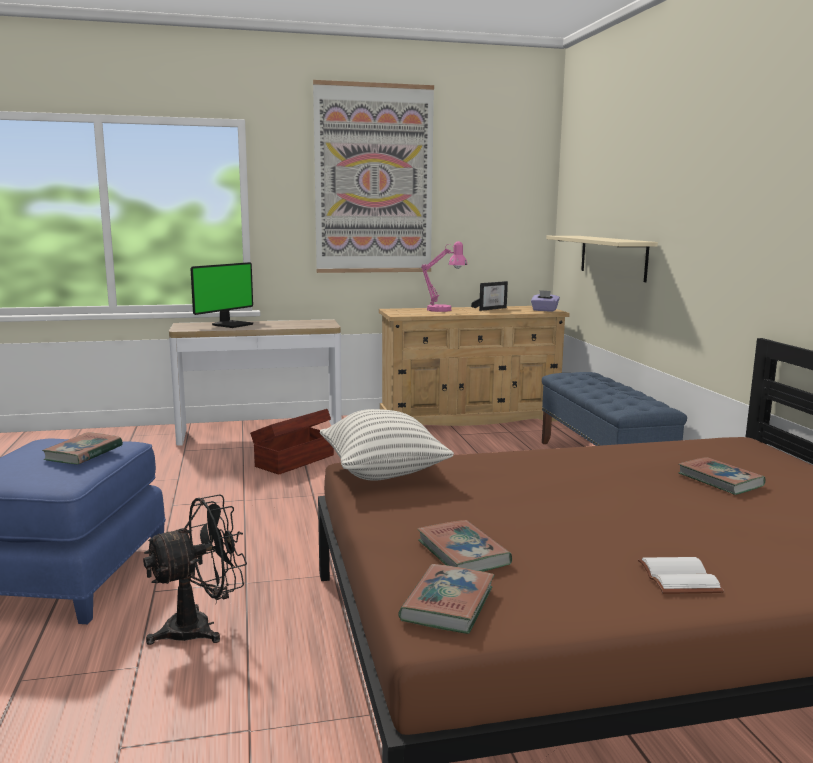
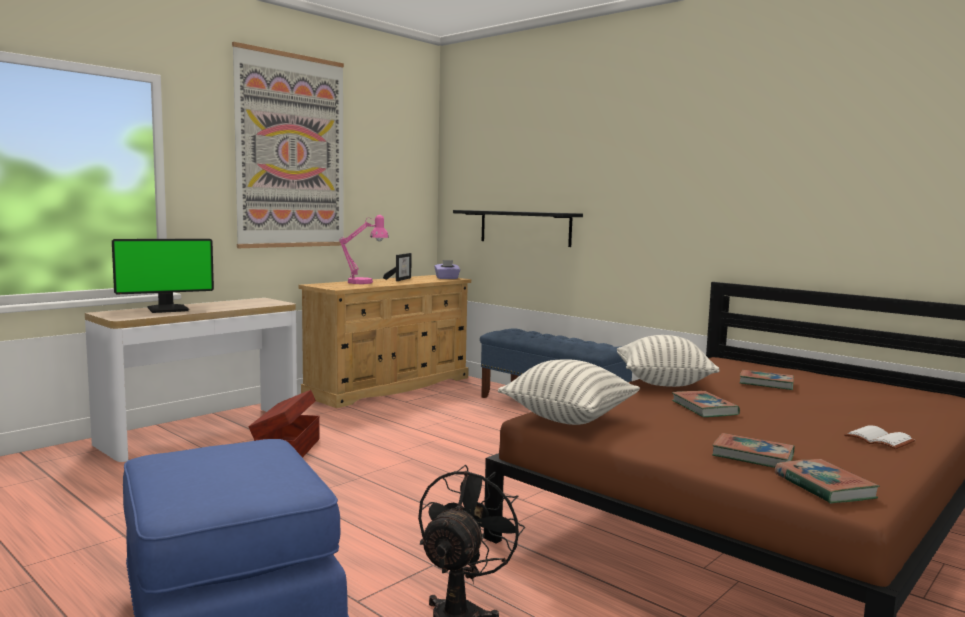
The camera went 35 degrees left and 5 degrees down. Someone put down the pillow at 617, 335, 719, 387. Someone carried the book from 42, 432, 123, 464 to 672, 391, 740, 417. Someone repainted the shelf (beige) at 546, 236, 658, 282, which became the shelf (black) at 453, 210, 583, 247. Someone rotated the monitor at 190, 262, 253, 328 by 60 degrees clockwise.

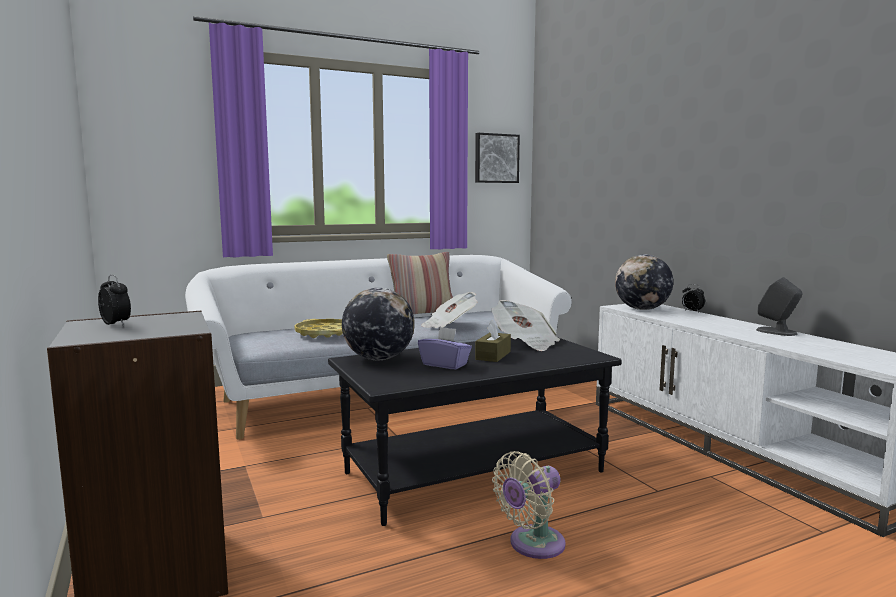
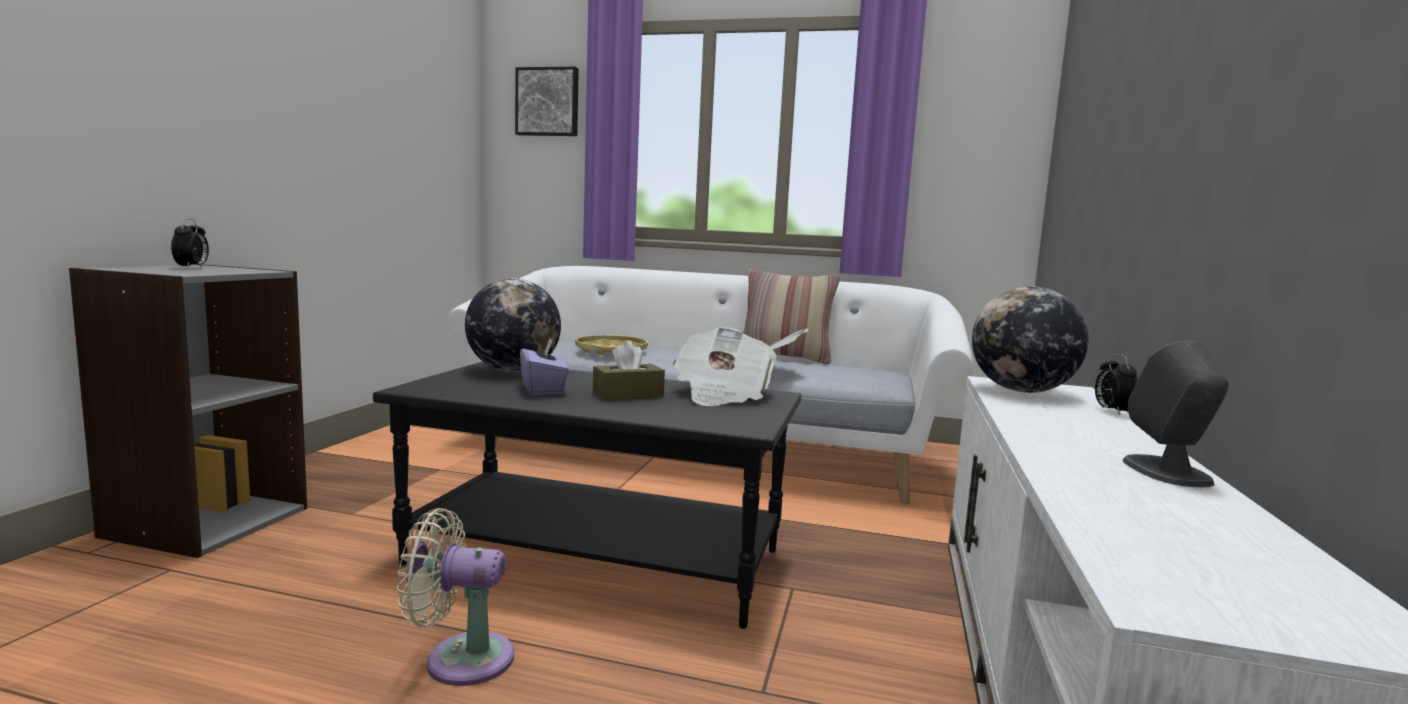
The camera went 40 degrees right and 0 degrees up. Someone carried the picture from 475, 133, 520, 183 to 515, 67, 579, 136.

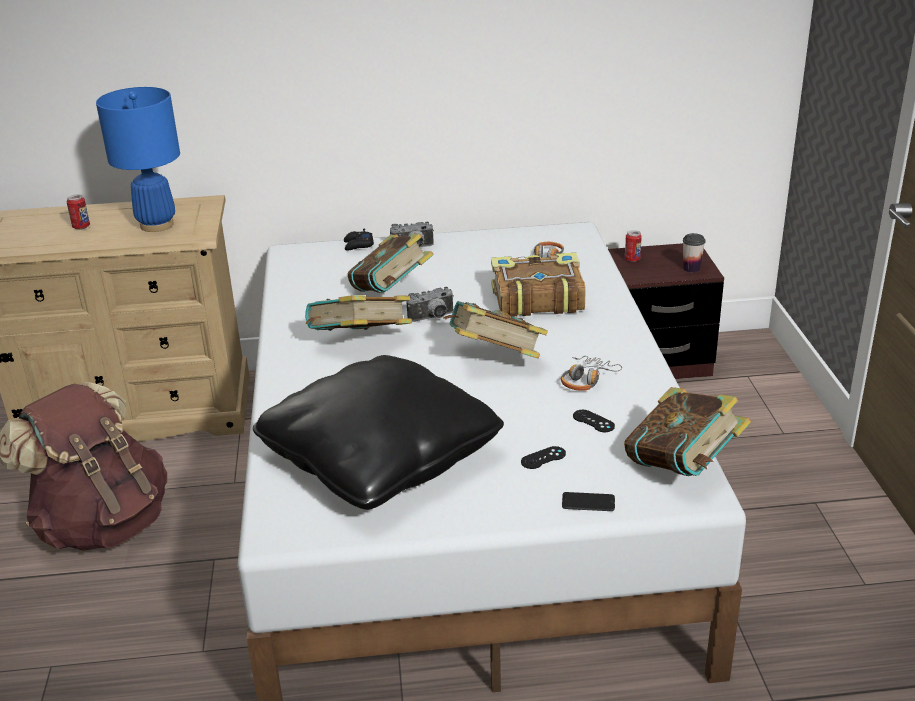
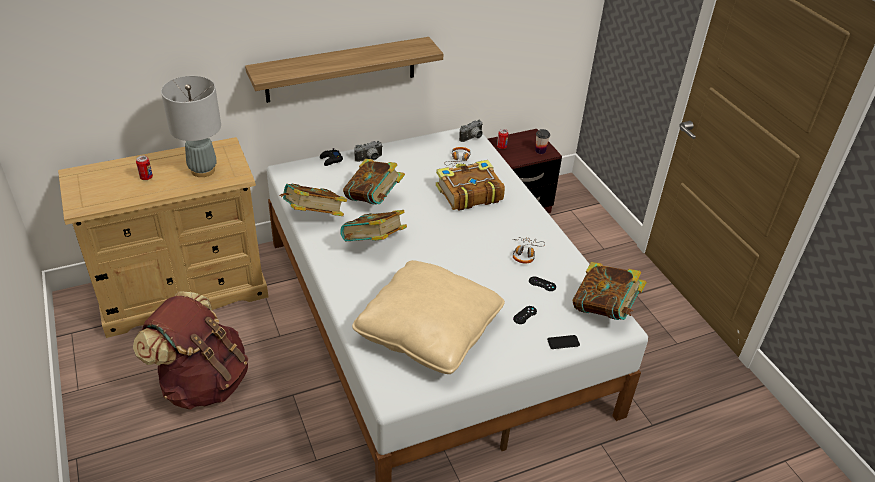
The camera went 20 degrees left and 10 degrees up. Someone put up the shelf at 245, 37, 443, 103. Someone carried the photo camera from 407, 287, 454, 322 to 459, 120, 483, 142. Someone carried the book from 444, 301, 548, 358 to 279, 184, 347, 216. Someone repainted the table lamp (blue) at 96, 87, 180, 232, which became the table lamp (grey) at 161, 76, 221, 177. Someone repainted the pillow (black) at 253, 355, 504, 510, which became the pillow (beige) at 352, 260, 505, 374.

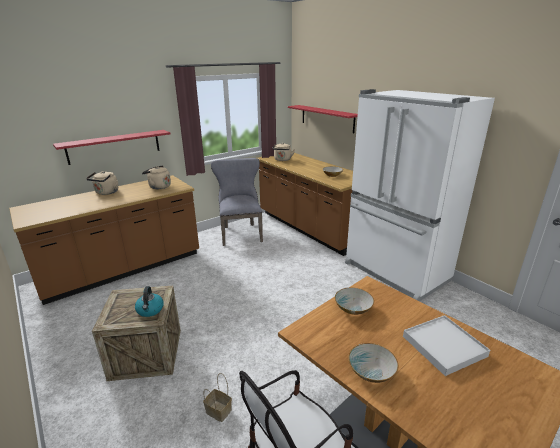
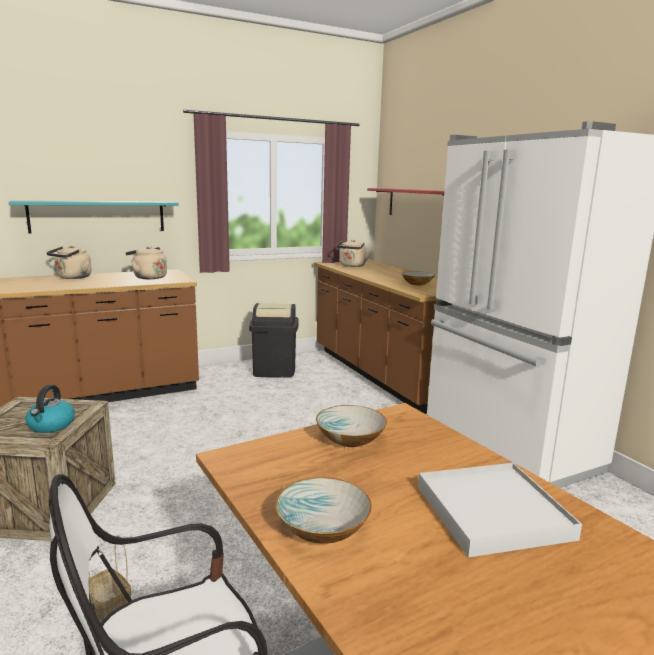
The camera went 10 degrees right and 10 degrees down. Someone swapped the chair (grey) at 211, 158, 263, 246 for the trash can (black) at 249, 303, 298, 378. Someone repainted the shelf (red) at 53, 130, 171, 165, which became the shelf (turquoise) at 9, 201, 179, 234.

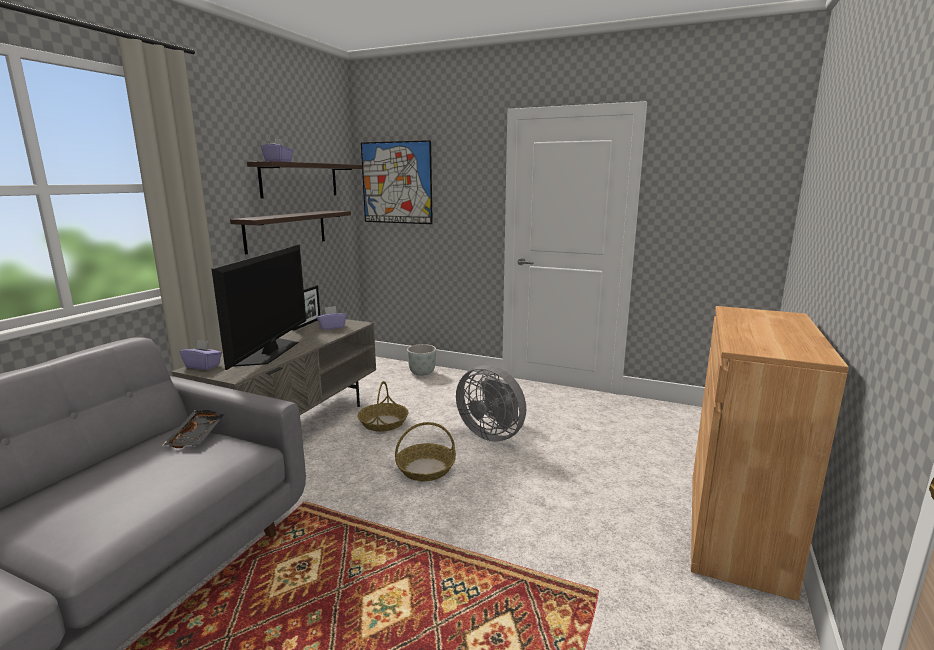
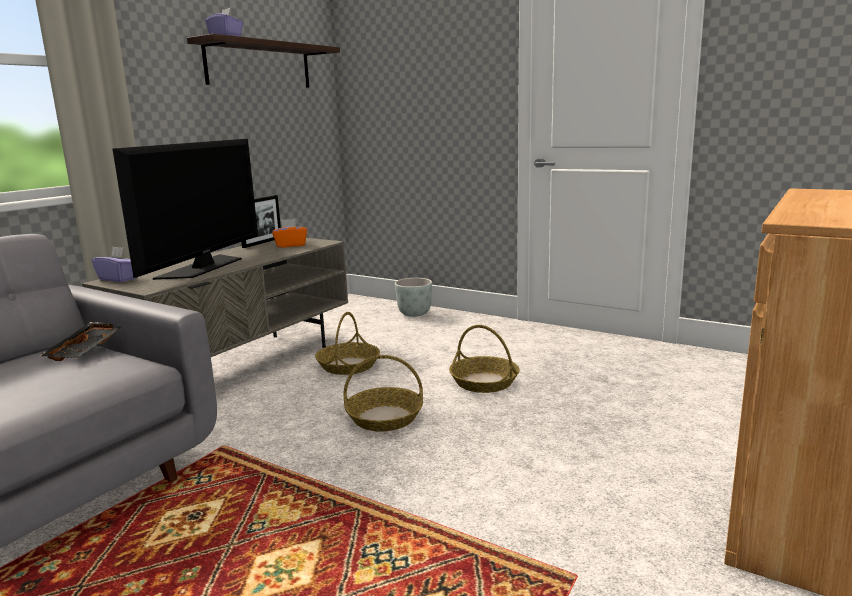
The camera went 10 degrees right and 0 degrees up. Someone took away the shelf at 230, 211, 351, 254. Someone took away the picture at 361, 140, 433, 224. Someone swapped the fan (grey) at 456, 365, 526, 442 for the basket at 449, 325, 519, 393. Someone repainted the tissue box (purple) at 317, 306, 346, 330, which became the tissue box (orange) at 272, 219, 307, 248.

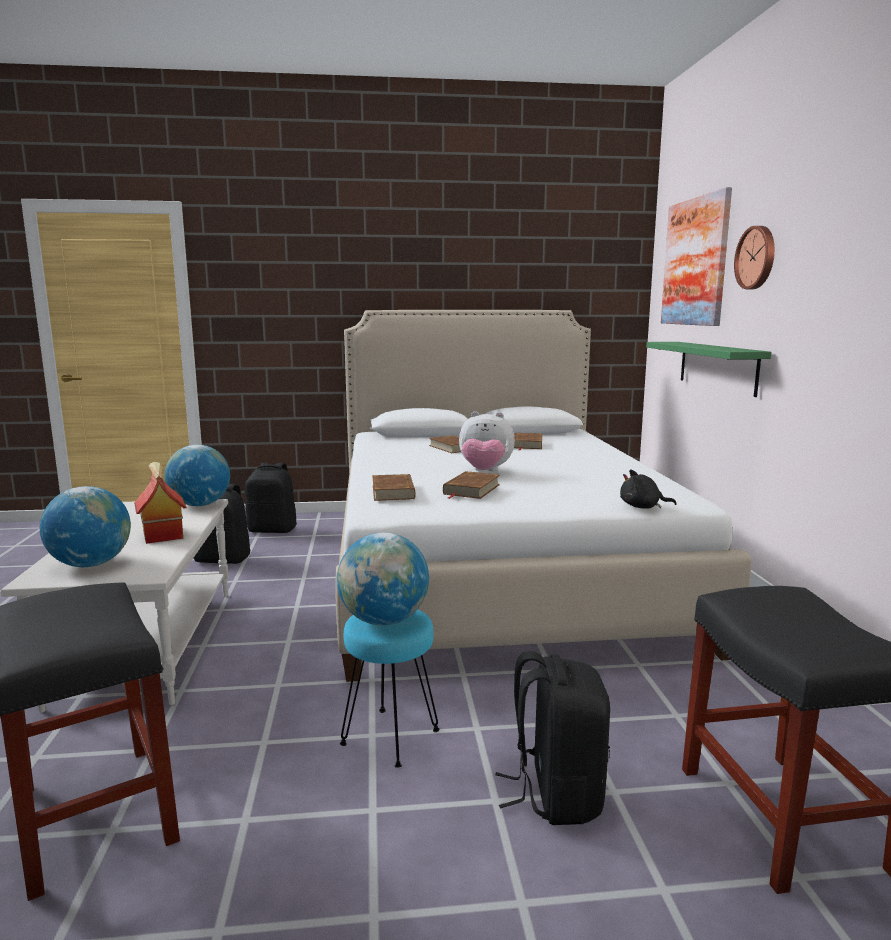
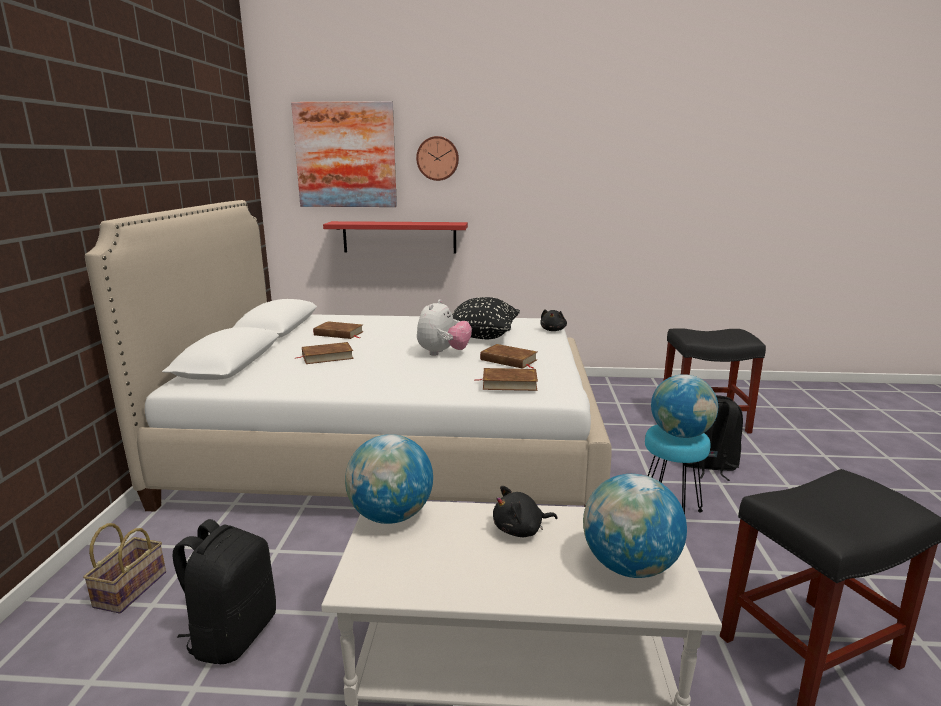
The camera went 80 degrees left and 5 degrees up. Someone put down the pillow (black) at 452, 297, 520, 339. Someone swapped the toy house at 134, 462, 187, 544 for the plush toy (black) at 493, 486, 558, 537. Someone swapped the backpack (black) at 245, 463, 297, 533 for the basket at 83, 523, 166, 614. Someone repainted the shelf (green) at 646, 342, 772, 397, which became the shelf (red) at 323, 221, 468, 254.

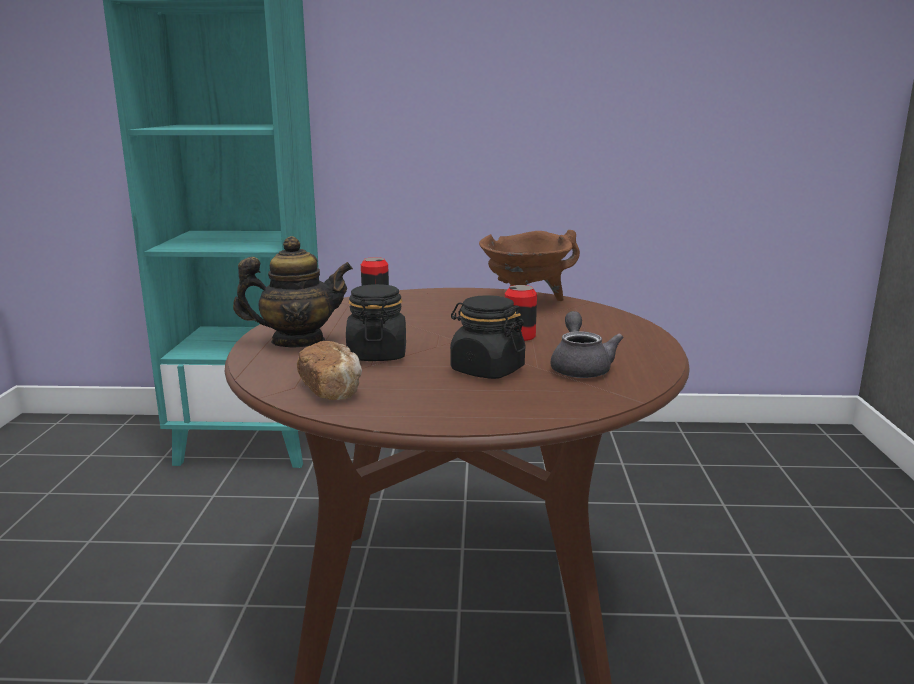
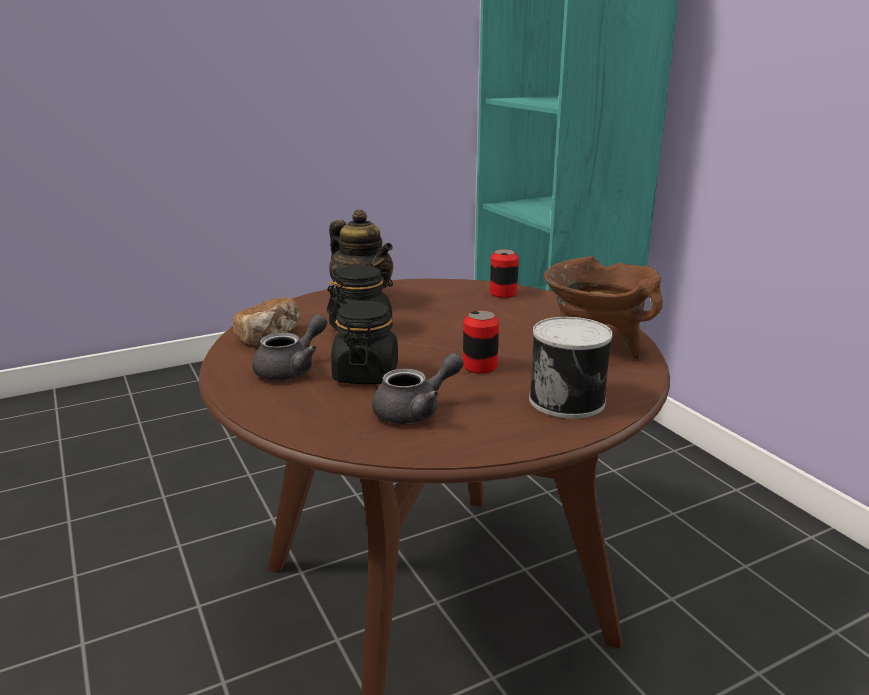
The camera went 60 degrees right and 5 degrees up. Someone put down the teapot (grey) at 252, 314, 327, 380. Someone put down the can at 529, 317, 613, 419.

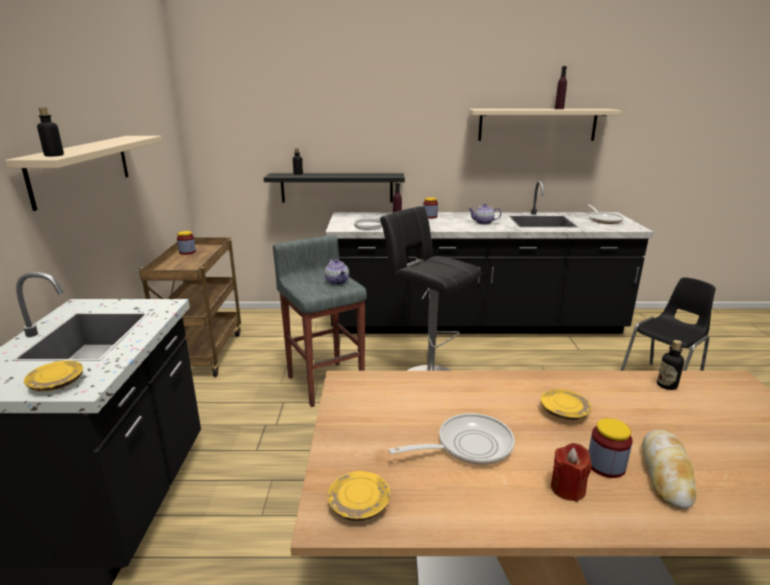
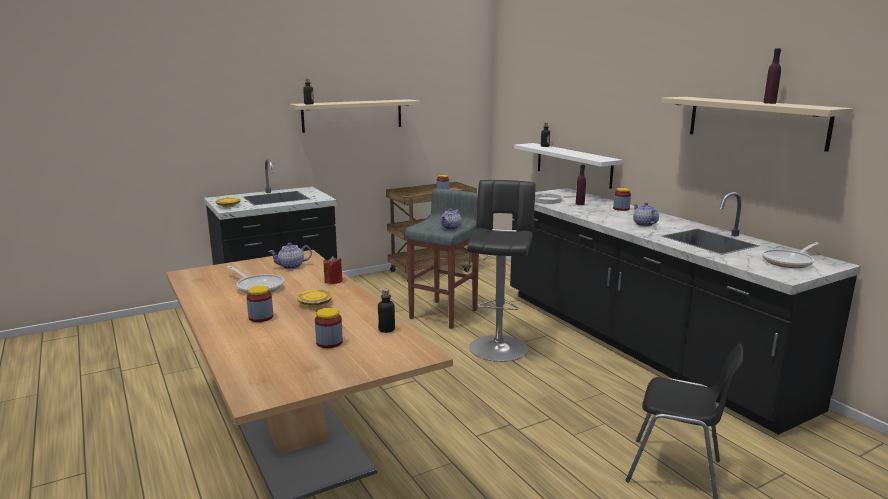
The camera went 60 degrees right and 5 degrees down. Someone took away the plate (yellow) at 328, 471, 390, 521. Someone took away the bread at 642, 430, 696, 509. Someone put down the teapot at 268, 243, 312, 269. Someone put down the jar at 315, 308, 343, 348. Someone carried the candle (red) from 551, 443, 591, 502 to 324, 256, 343, 284. Someone repainted the shelf (black) at 264, 173, 405, 202, which became the shelf (white) at 514, 143, 623, 189.

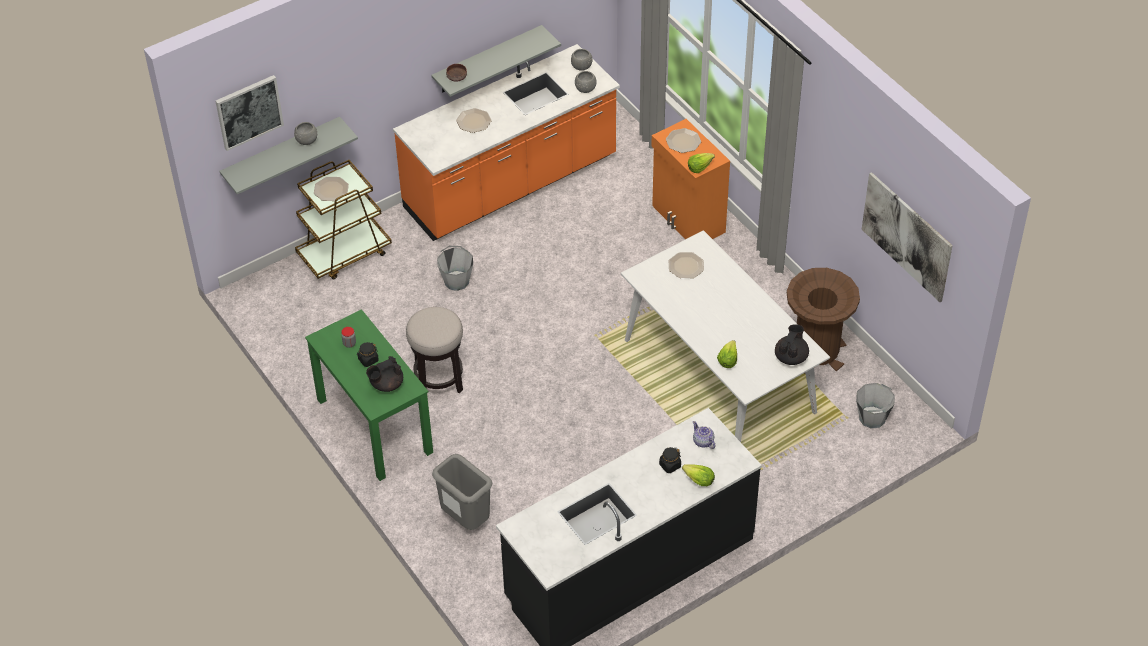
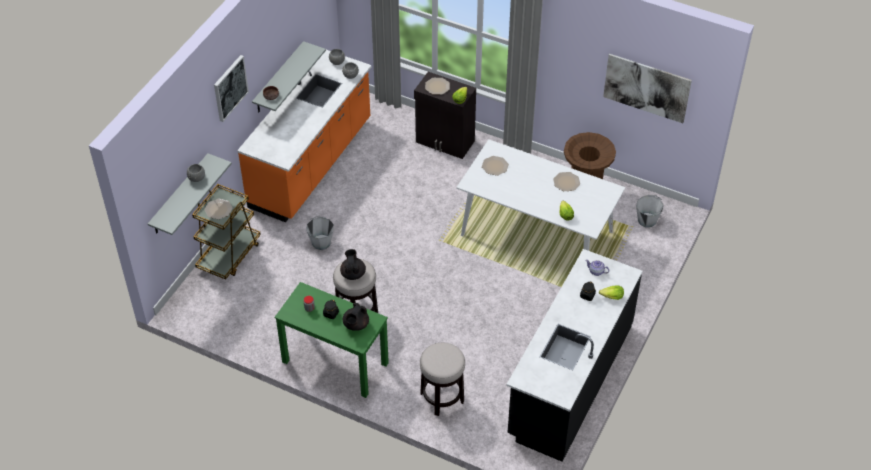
The camera went 30 degrees left and 0 degrees up. Someone carried the picture from 215, 75, 284, 151 to 214, 55, 249, 122. Someone carried the plate from 456, 108, 492, 133 to 553, 172, 580, 191. Someone carried the teapot (black) from 775, 324, 809, 365 to 340, 249, 366, 280. Someone swapped the trash can (grey) at 432, 454, 492, 530 for the stool at 420, 343, 465, 416. Someone repainted the cabinet (orange) at 651, 119, 730, 239, which became the cabinet (black) at 414, 72, 476, 159.

